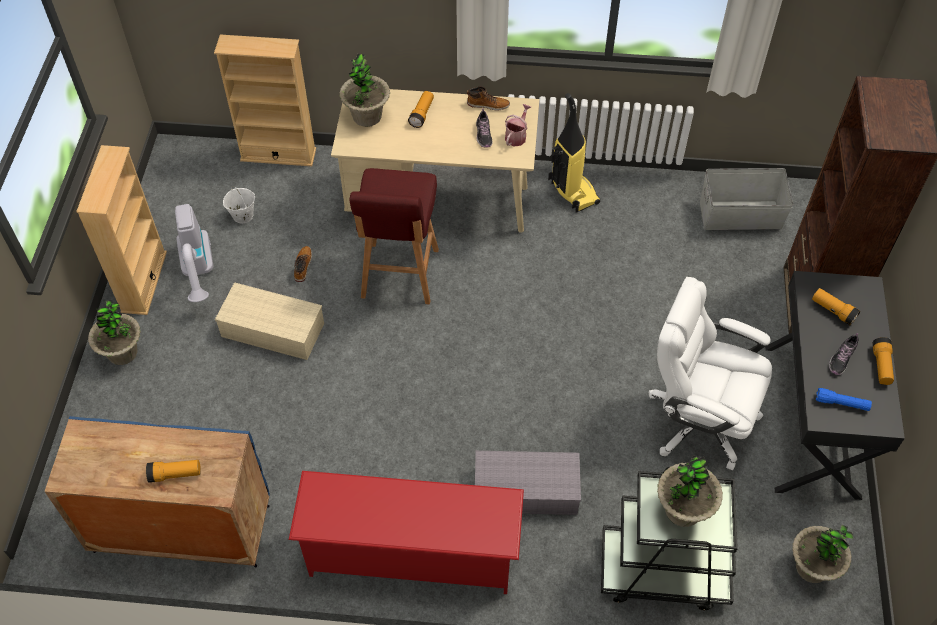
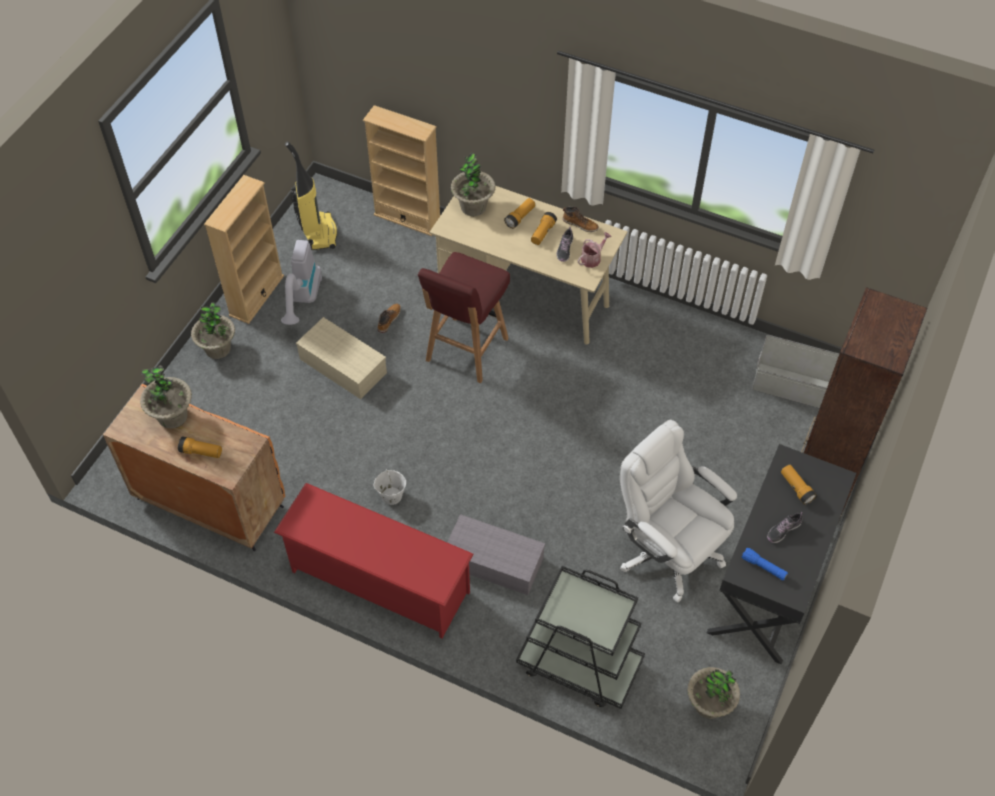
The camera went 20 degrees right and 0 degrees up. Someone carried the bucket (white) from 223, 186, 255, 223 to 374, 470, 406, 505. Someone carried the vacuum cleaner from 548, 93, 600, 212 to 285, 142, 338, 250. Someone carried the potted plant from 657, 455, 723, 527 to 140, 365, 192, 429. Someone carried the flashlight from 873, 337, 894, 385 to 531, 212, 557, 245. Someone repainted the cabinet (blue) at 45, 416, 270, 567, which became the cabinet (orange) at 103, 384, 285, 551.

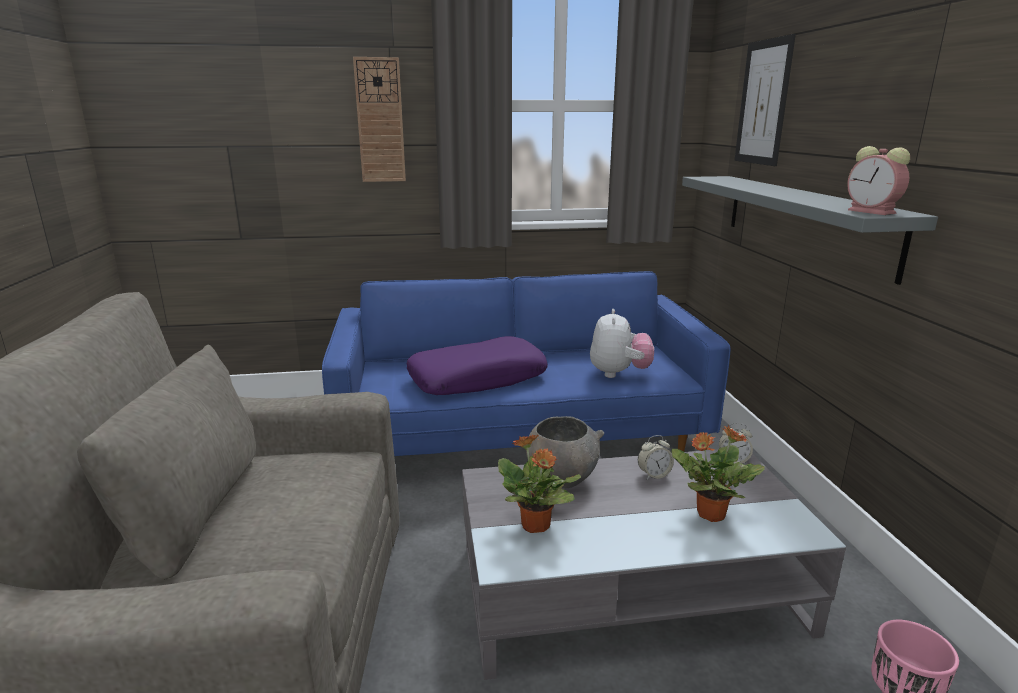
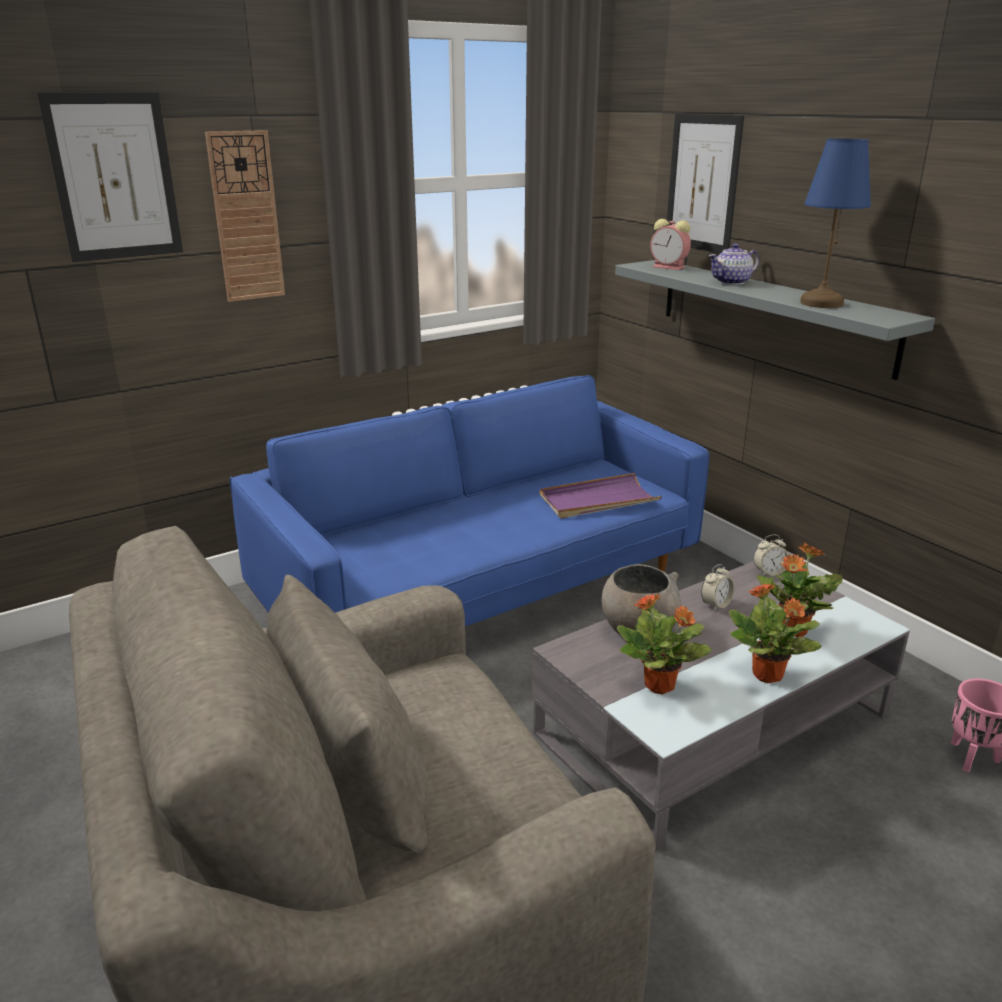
The camera went 25 degrees left and 5 degrees up. Someone took away the pillow (purple) at 407, 336, 548, 395. Someone put up the picture at 37, 92, 183, 262. Someone put down the teapot at 709, 244, 759, 285. Someone put down the potted plant at 729, 584, 821, 683. Someone put down the table lamp (blue) at 800, 139, 871, 308. Someone carried the alarm clock from 847, 146, 910, 215 to 650, 219, 691, 270. Someone swapped the plush toy at 590, 309, 654, 378 for the tray (purple) at 540, 473, 662, 518.

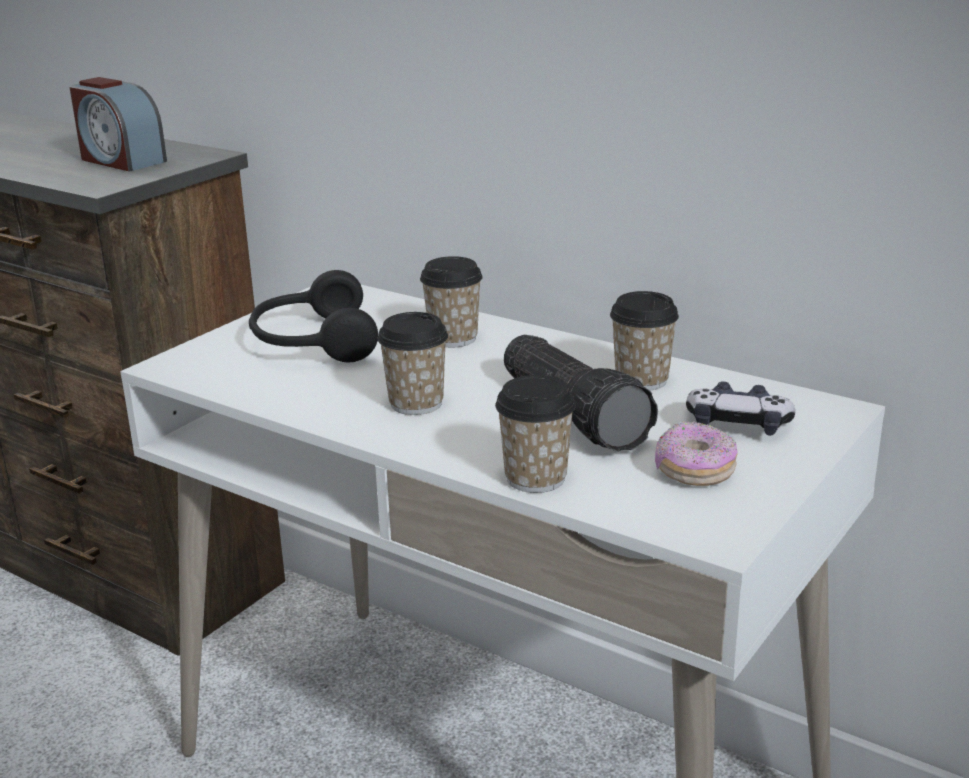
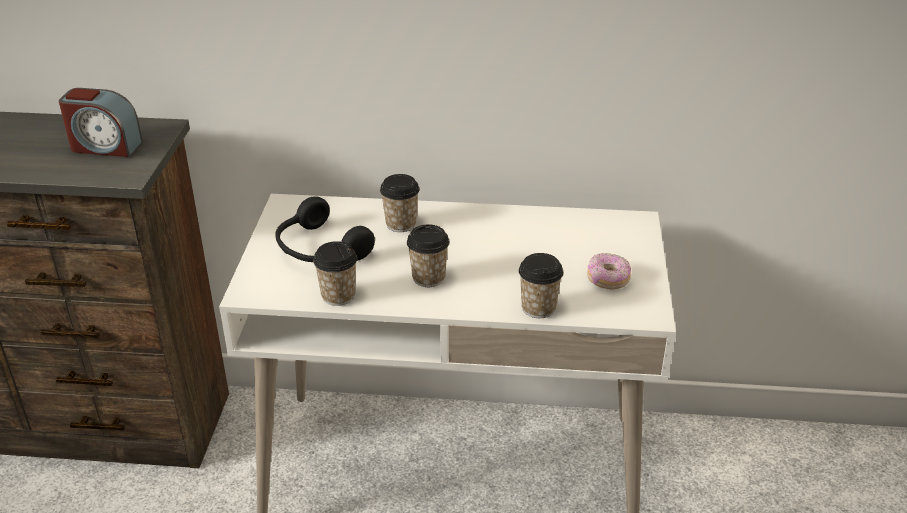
The camera went 30 degrees left and 10 degrees up. Someone took away the flashlight at 504, 335, 658, 452. Someone took away the game controller at 686, 381, 795, 436. Someone carried the cup from 610, 291, 679, 391 to 313, 241, 357, 306.

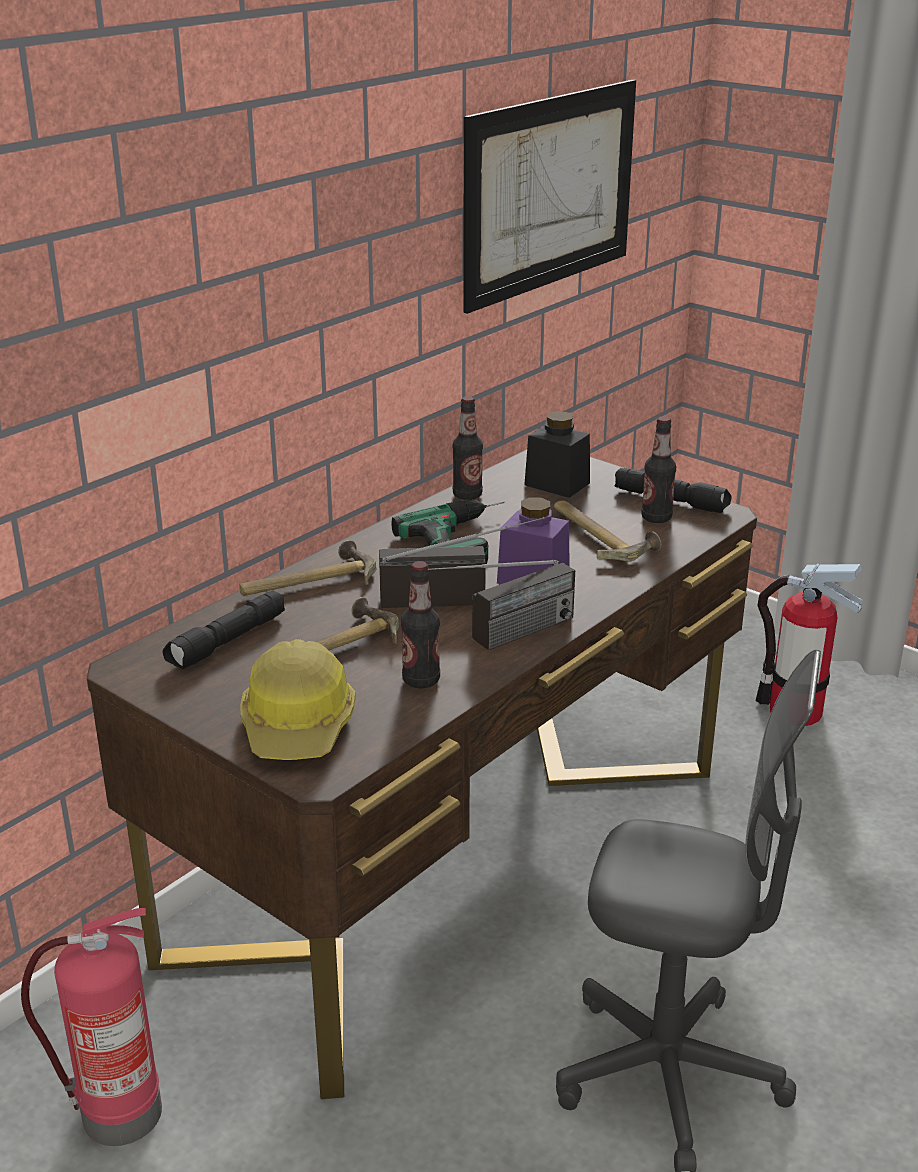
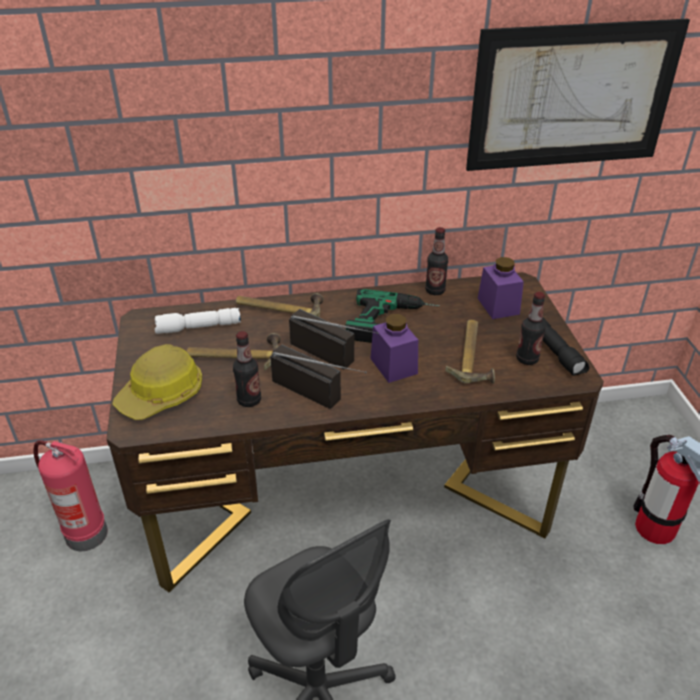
The camera went 40 degrees right and 10 degrees up. Someone repainted the flashlight (black) at 163, 590, 285, 669, which became the flashlight (white) at 155, 308, 241, 334. Someone repainted the jar (black) at 524, 411, 590, 498, which became the jar (purple) at 478, 257, 524, 319. Someone rotated the radio at 428, 560, 575, 650 by 150 degrees counterclockwise.

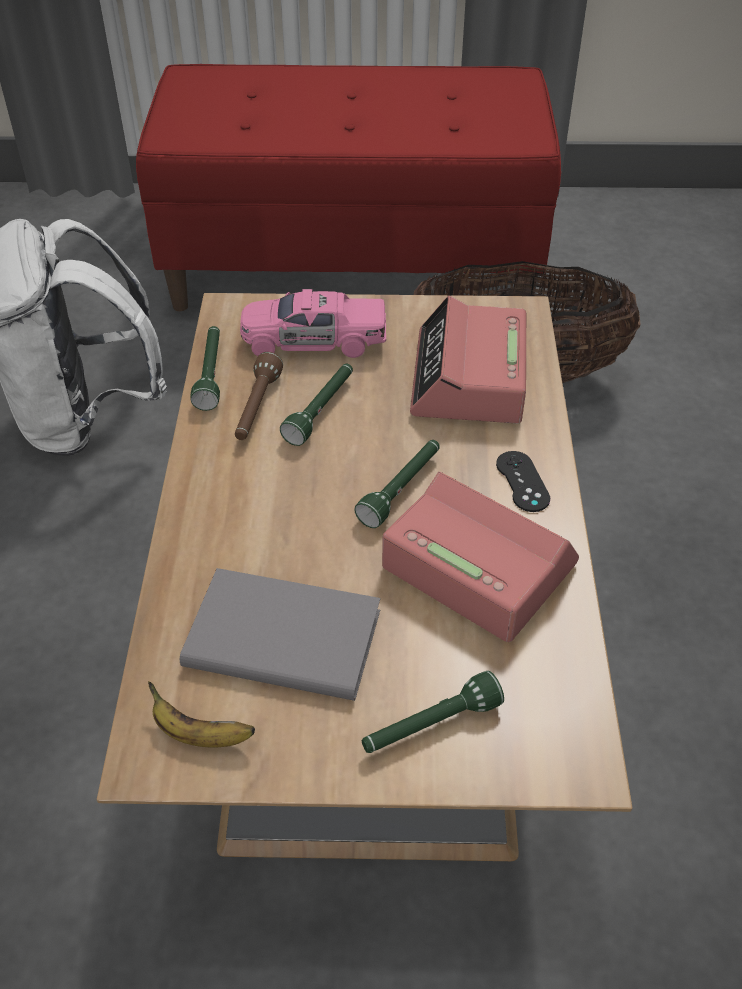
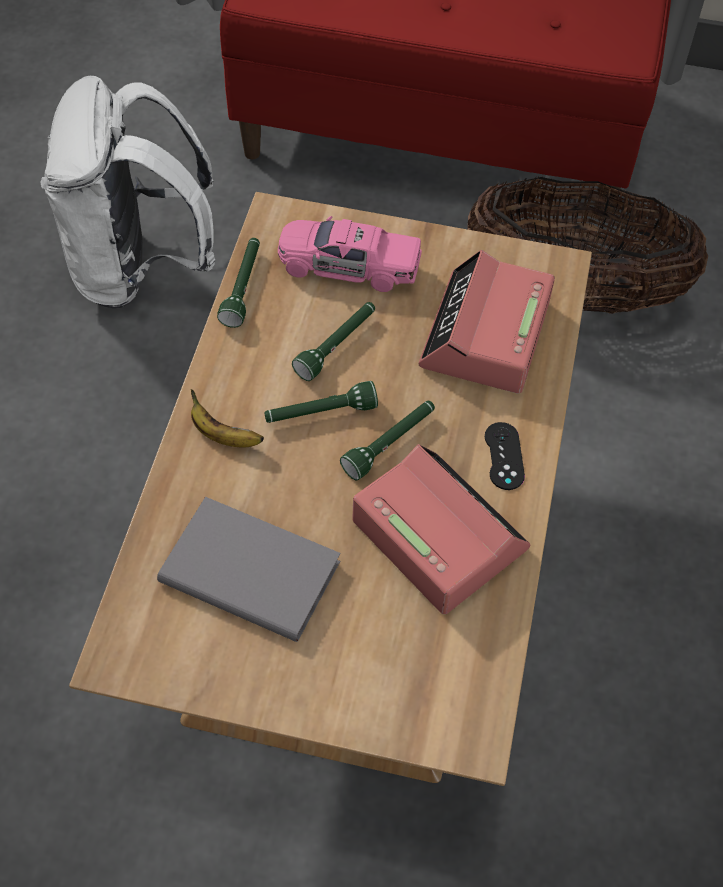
The camera went 10 degrees right and 10 degrees up. Someone took away the flashlight (brown) at 235, 352, 283, 440. Someone carried the banana from 148, 681, 255, 748 to 191, 389, 264, 448. Someone carried the flashlight (green) from 362, 671, 504, 753 to 264, 381, 378, 423.

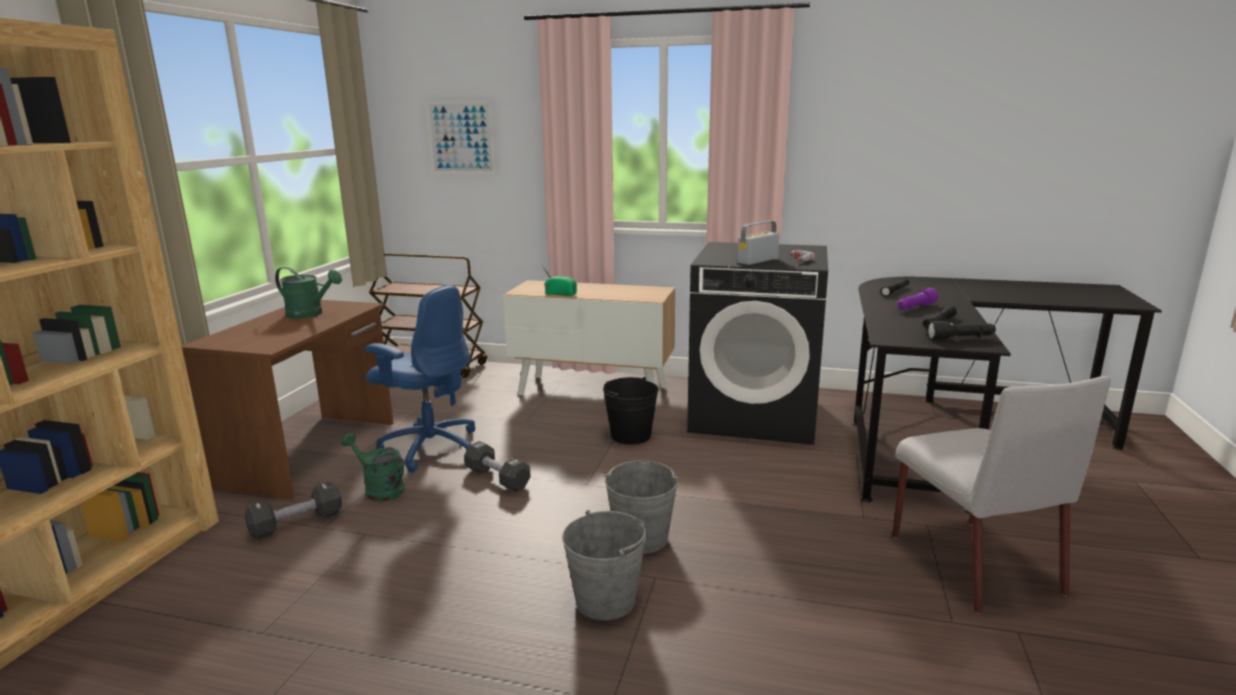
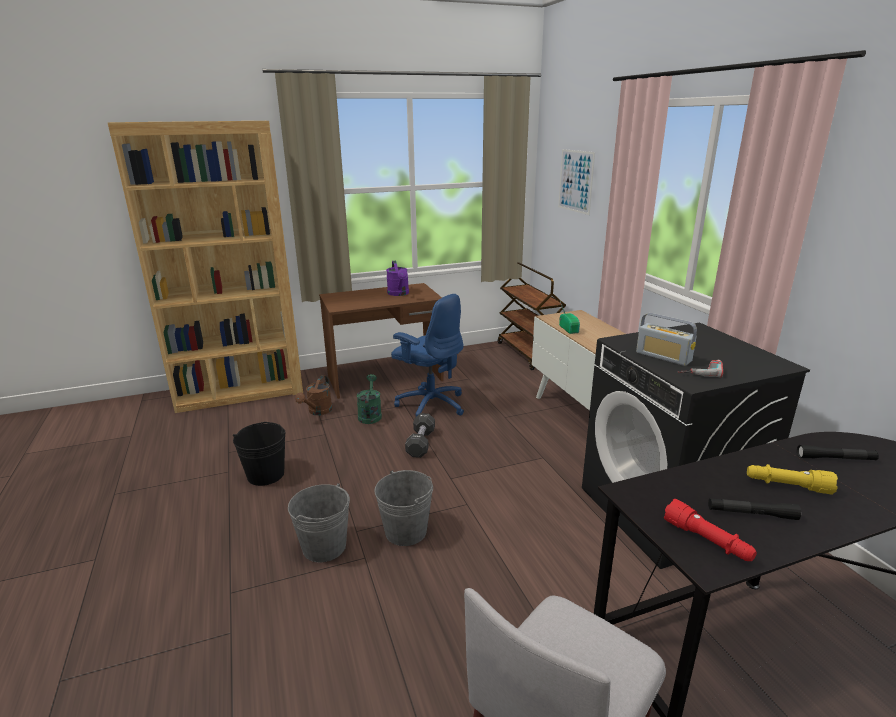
The camera went 55 degrees right and 5 degrees up. Someone carried the bucket (black) from 603, 377, 658, 444 to 233, 422, 286, 486. Someone swapped the dumbbell (black) at 244, 481, 342, 540 for the watering can (brown) at 295, 375, 333, 415. Someone repainted the watering can (green) at 275, 267, 342, 318, which became the watering can (purple) at 386, 261, 409, 296. Someone repainted the flashlight (purple) at 897, 288, 939, 309, which became the flashlight (yellow) at 747, 464, 838, 495. Someone repainted the flashlight (black) at 926, 321, 996, 340, which became the flashlight (red) at 664, 499, 757, 561. Someone rotated the office chair (blue) at 365, 285, 476, 473 by 45 degrees counterclockwise. Someone rotated the radio at 737, 221, 779, 265 by 150 degrees counterclockwise.

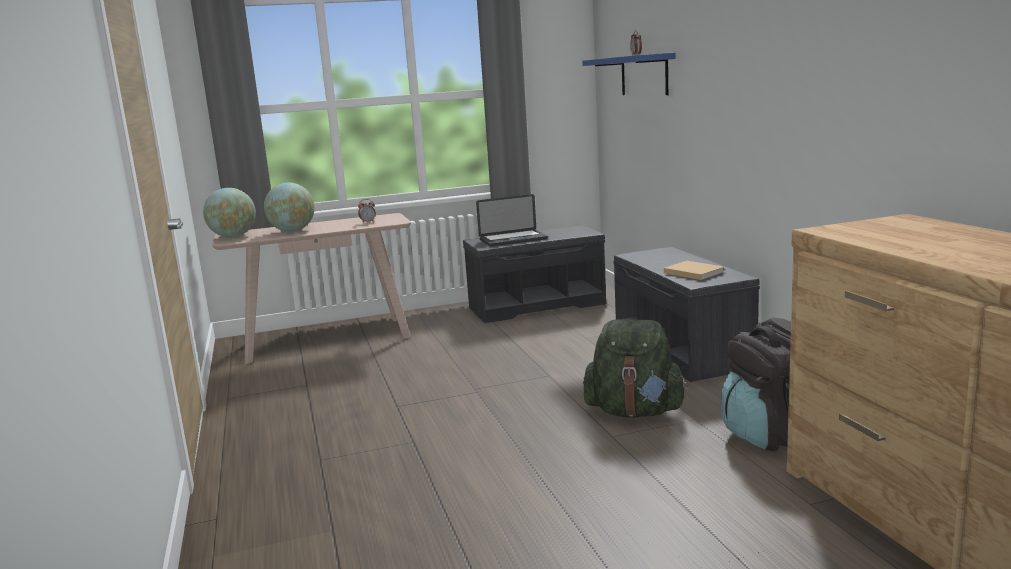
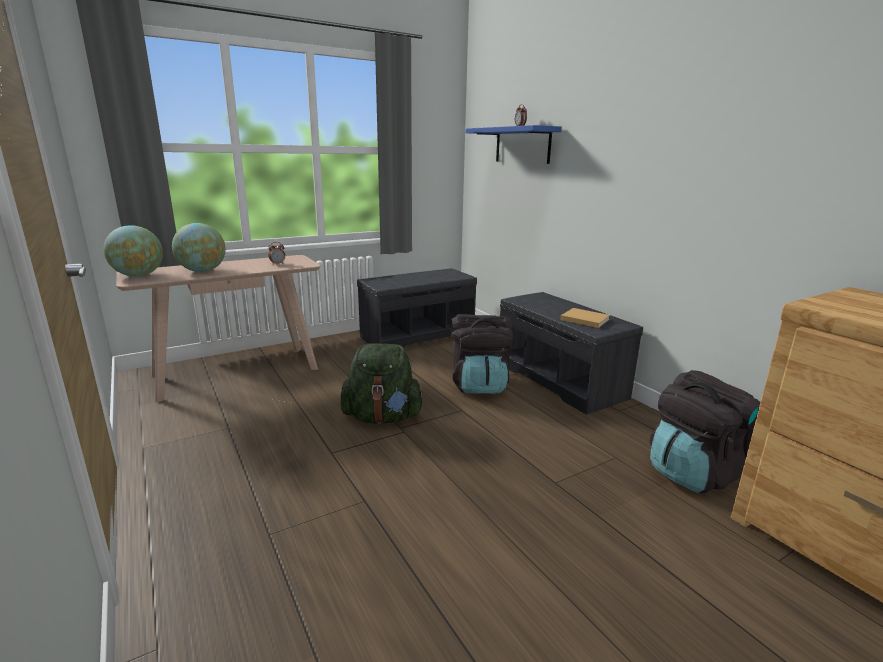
The camera went 15 degrees left and 5 degrees up. Someone took away the laptop at 476, 194, 548, 246. Someone put down the backpack (black) at 451, 314, 513, 394. Someone carried the backpack (green) from 583, 319, 687, 418 to 340, 343, 425, 424.

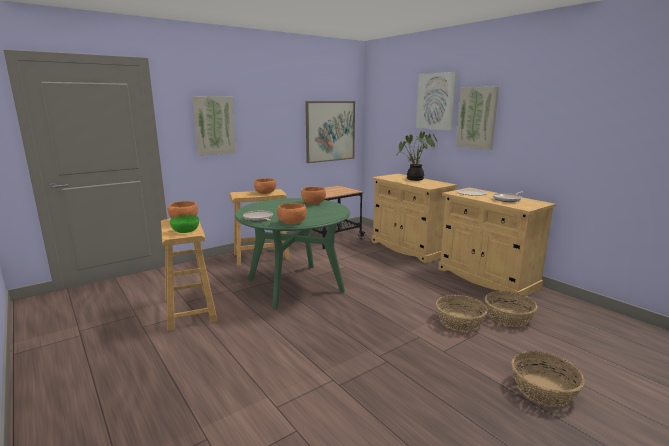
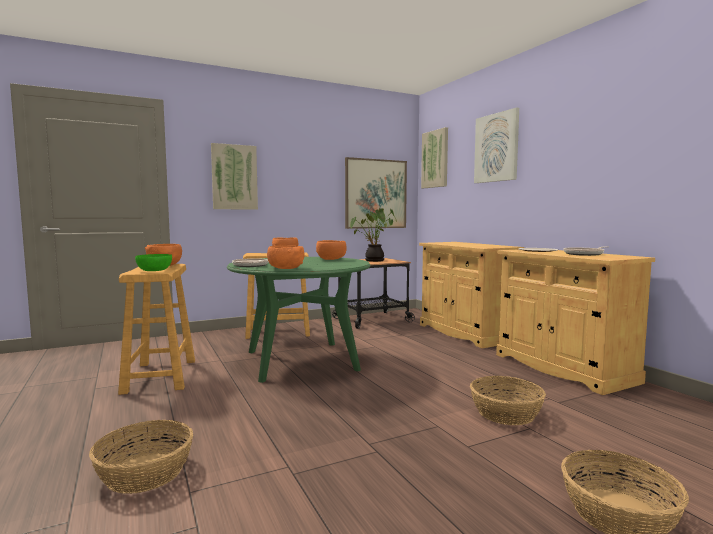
The camera went 10 degrees right and 10 degrees down. Someone carried the potted plant from 397, 132, 438, 181 to 350, 208, 397, 262. Someone carried the picture from 456, 86, 499, 150 to 421, 127, 448, 188. Someone carried the basket from 485, 291, 538, 327 to 89, 420, 194, 494.

